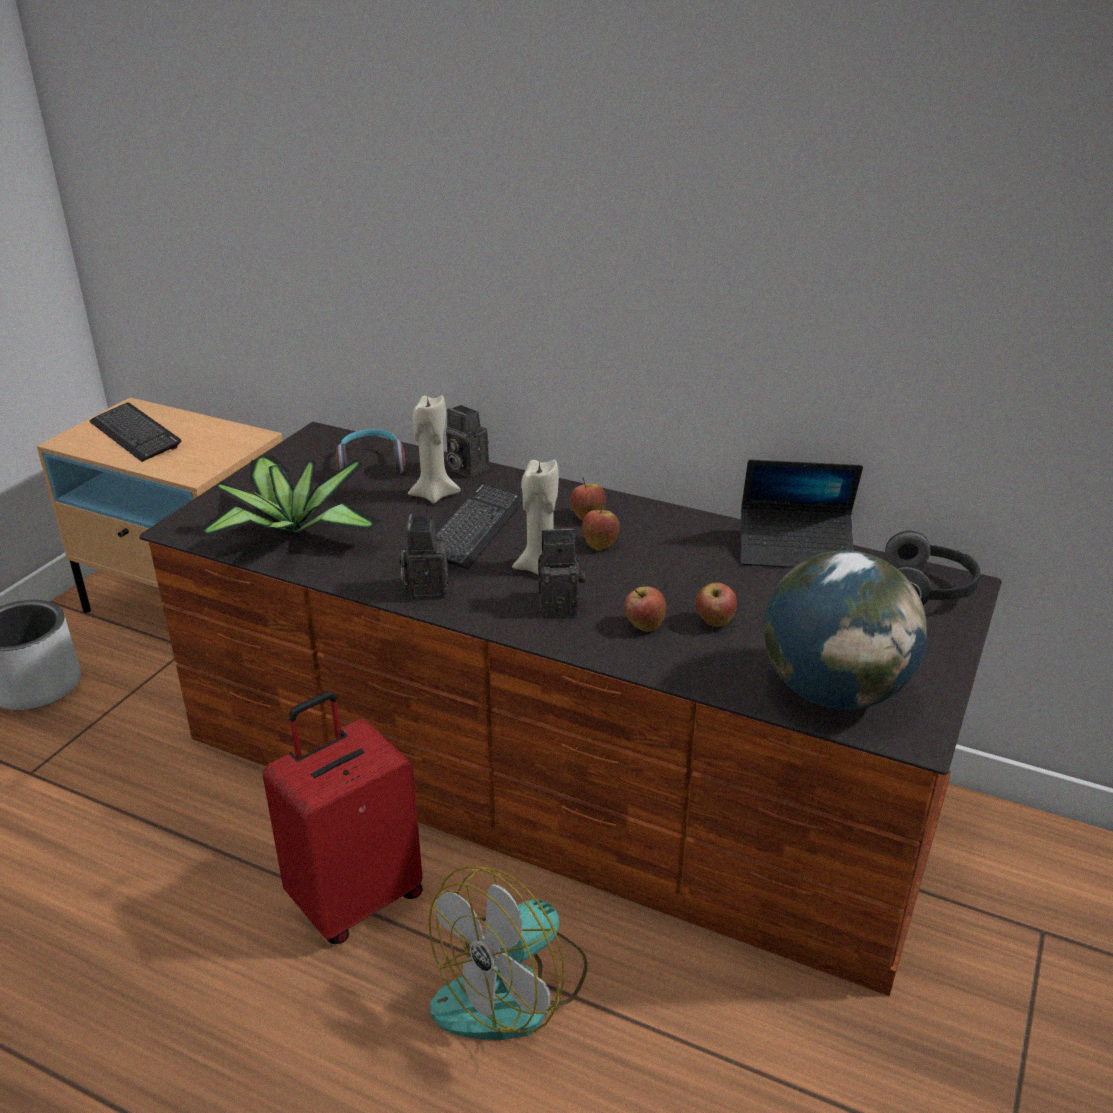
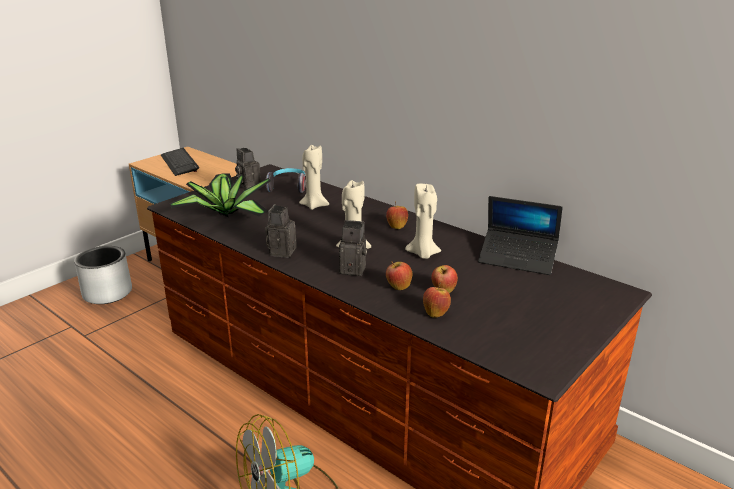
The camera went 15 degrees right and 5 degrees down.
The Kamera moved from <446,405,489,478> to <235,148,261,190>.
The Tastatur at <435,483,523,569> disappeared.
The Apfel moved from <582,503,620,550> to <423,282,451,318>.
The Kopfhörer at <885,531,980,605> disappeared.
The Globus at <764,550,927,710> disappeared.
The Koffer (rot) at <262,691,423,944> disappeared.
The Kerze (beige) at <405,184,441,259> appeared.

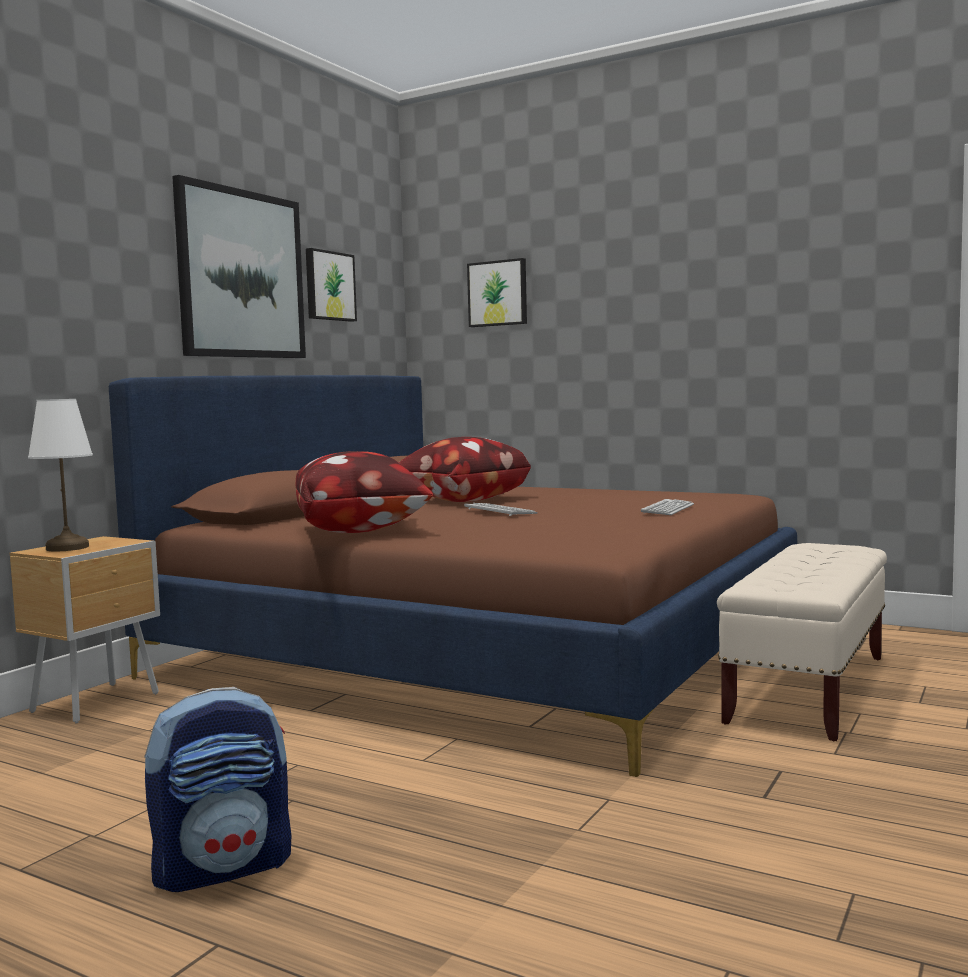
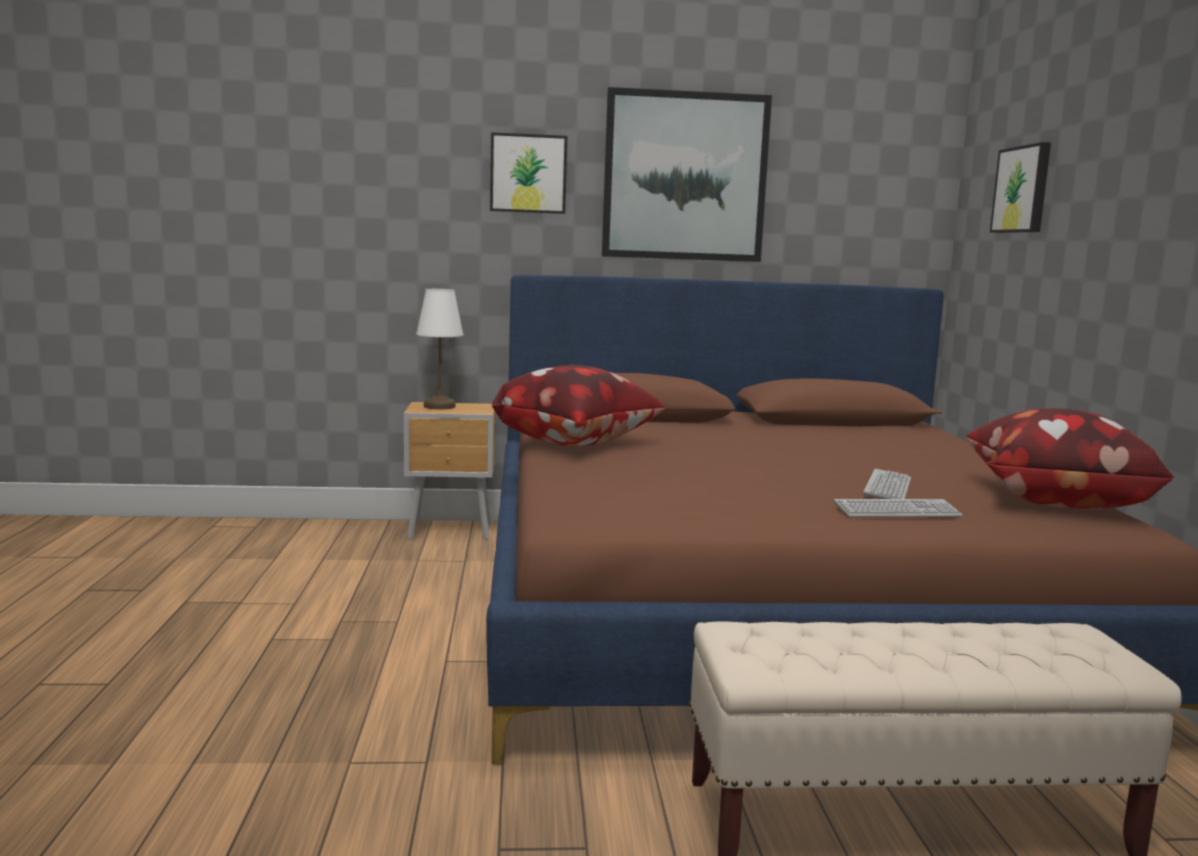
The camera went 55 degrees right and 5 degrees up.
The Bild moved from <306,248,357,322> to <490,132,567,214>.
The Kissen moved from <398,437,531,502> to <966,408,1174,509>.
The Tastatur moved from <464,503,538,516> to <863,469,911,499>.
The Rucksack at <144,687,291,892> disappeared.

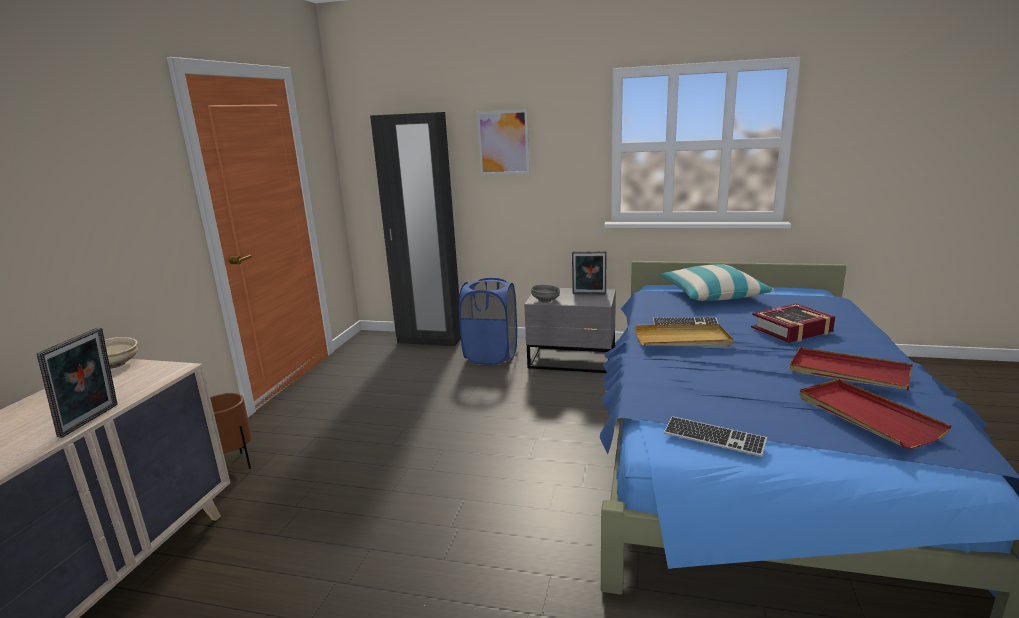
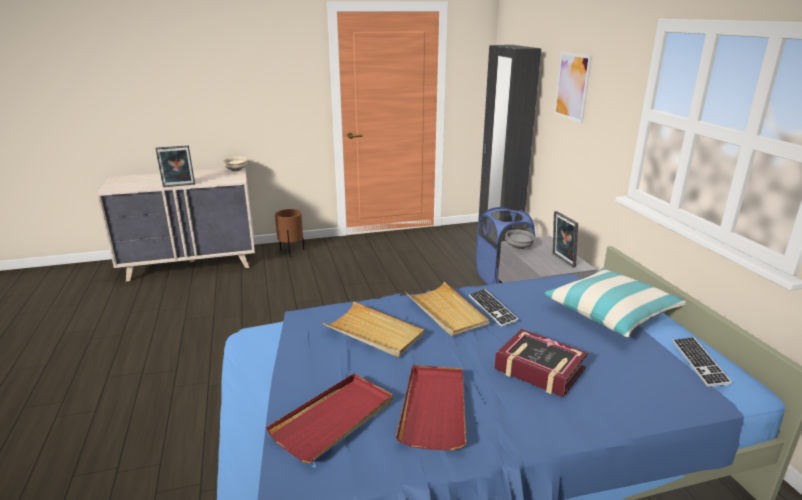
The camera went 60 degrees right and 5 degrees up.
The Tastatur moved from <664,416,767,457> to <672,337,732,387>.
The Tablett (beige) at <322,302,424,357> appeared.

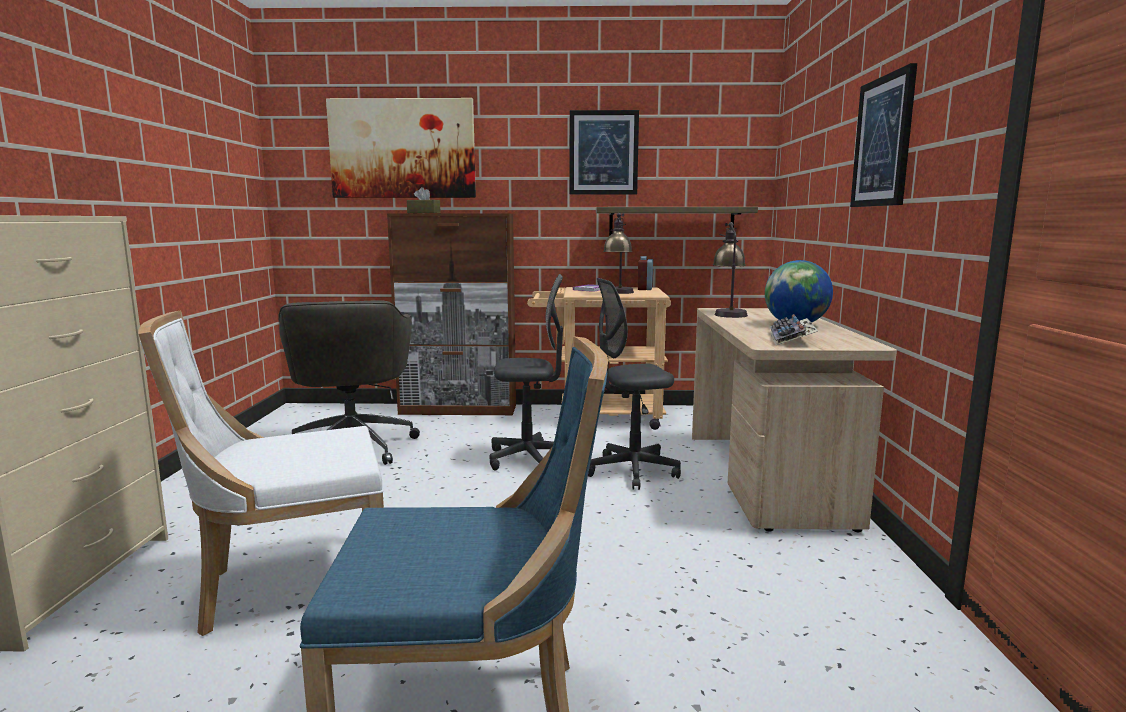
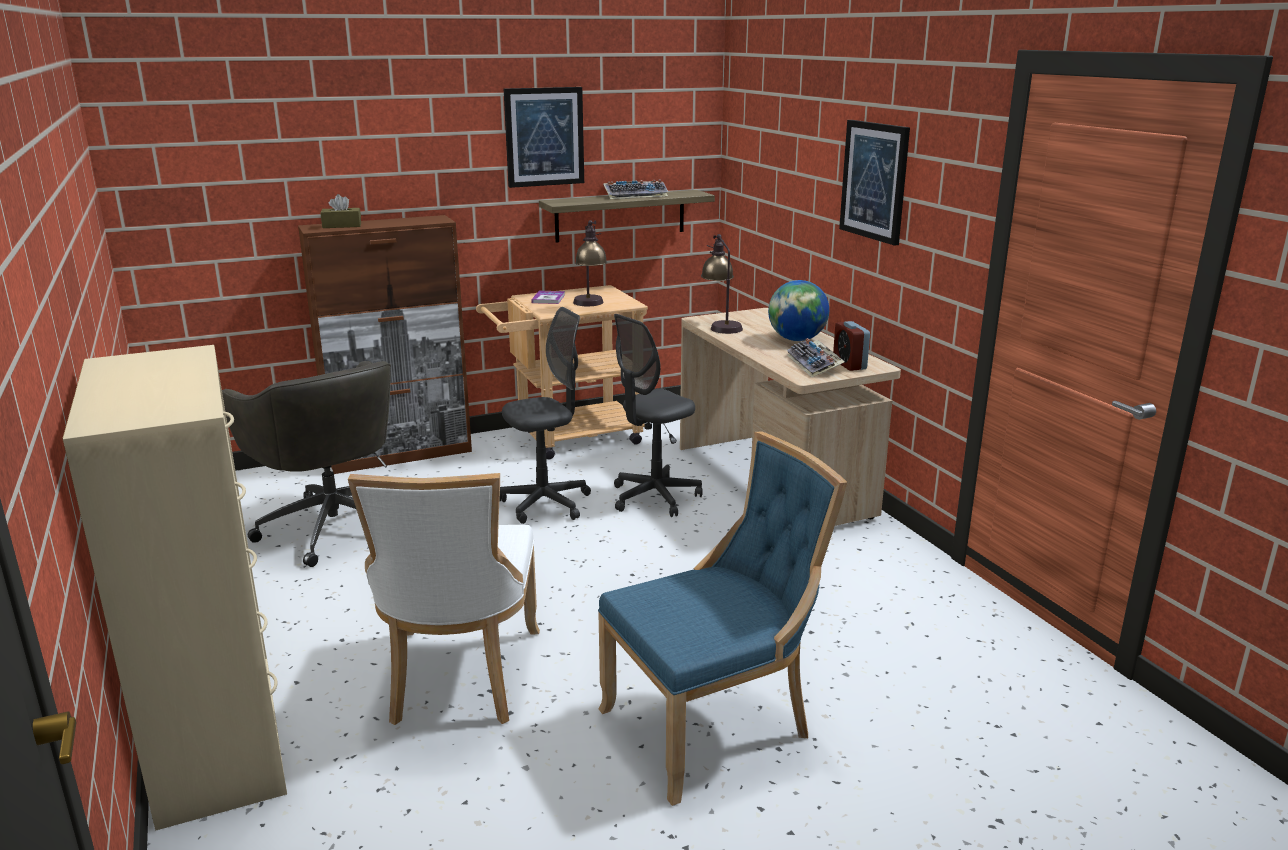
The camera went 25 degrees left and 10 degrees up.
The Bild at <326,98,476,198> disappeared.
The Wecker moved from <638,256,653,290> to <833,321,870,371>.
The Stuhl (weiß) at <138,311,384,636> turned 45 degrees counterclockwise.
The Tastatur at <603,180,669,199> appeared.

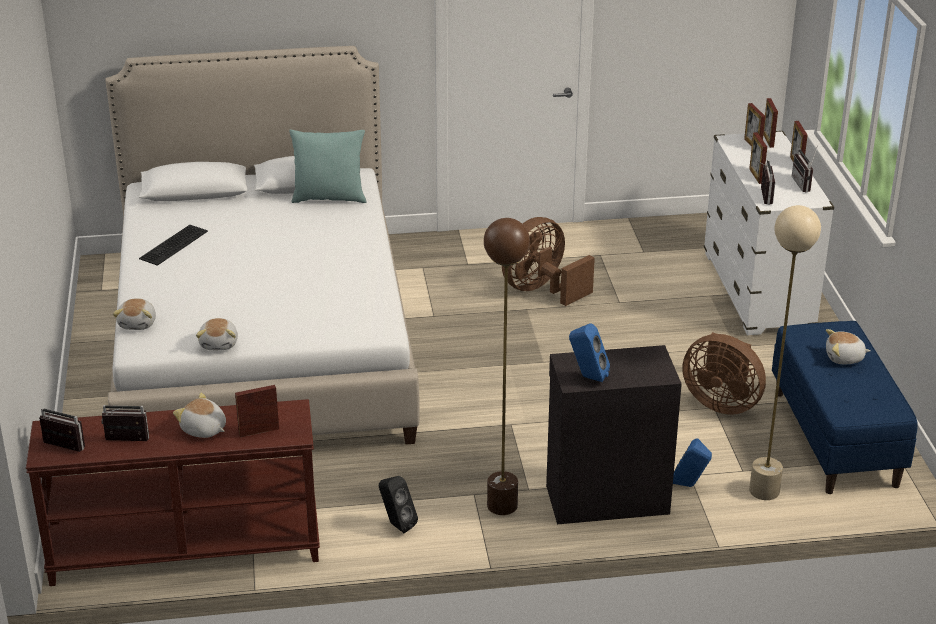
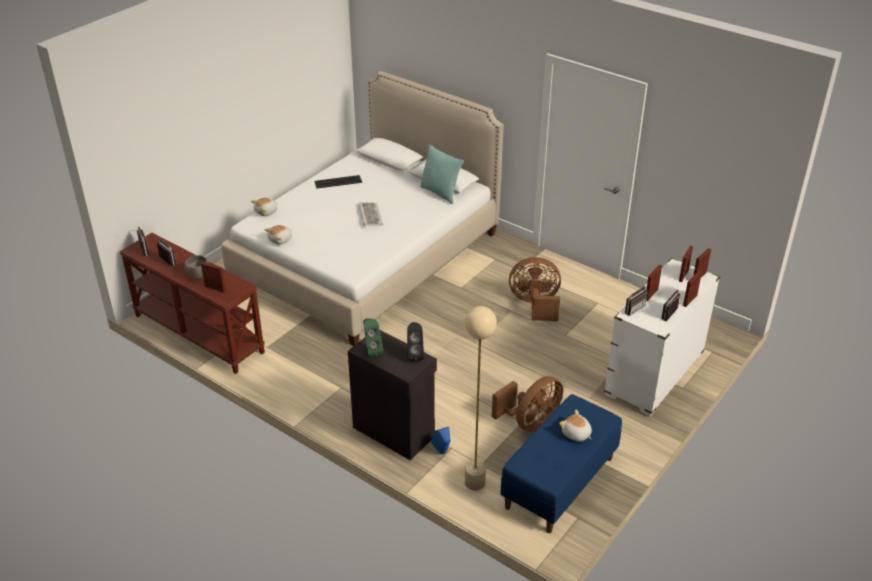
The camera went 45 degrees right and 5 degrees up.
The Stehlampe (braun) at <484,218,530,515> disappeared.
The Lautsprecher (blau) at <569,323,610,382> became the Lautsprecher (grün) at <363,318,383,357>.
The Ventilator (braun) at <682,332,766,415> turned 120 degrees counterclockwise.
The Plüschtier at <173,393,226,438> was replaced by the Schüssel (grau) at <185,255,209,279>.
The Lautsprecher (schwarz) moved from <379,476,418,533> to <407,322,424,361>.
The Tastatur at <358,202,383,226> appeared.

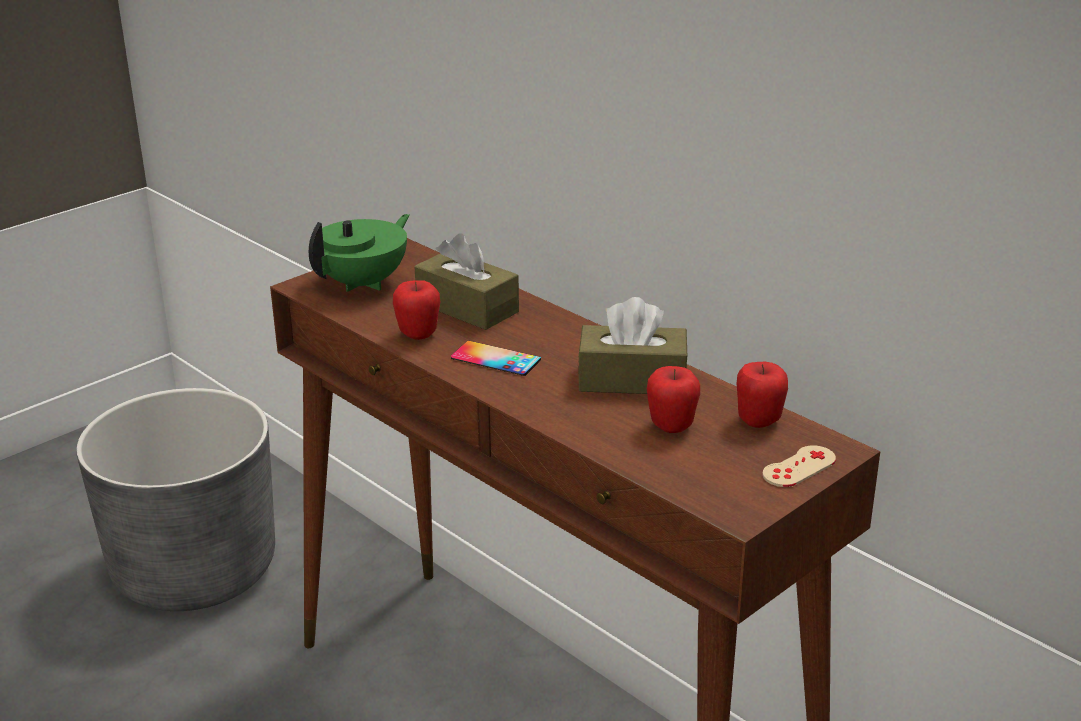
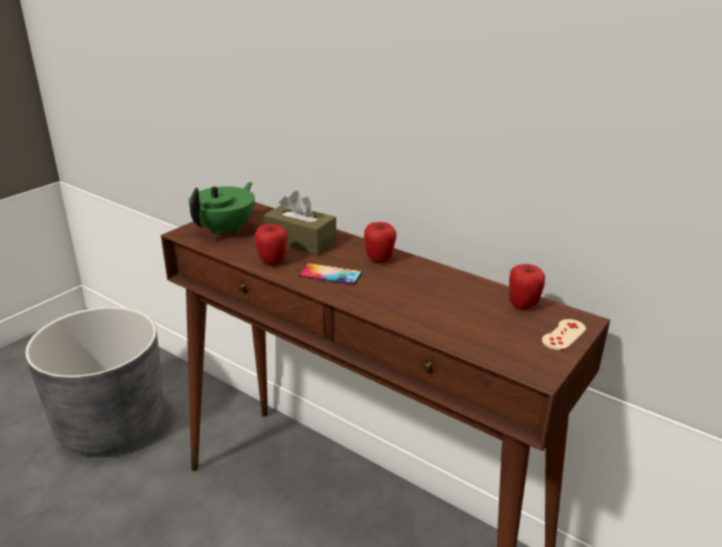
The camera went 10 degrees left and 0 degrees up.
The Taschentuchbox (braun) at <578,297,688,394> disappeared.
The Apfel moved from <647,366,700,433> to <364,222,396,262>.

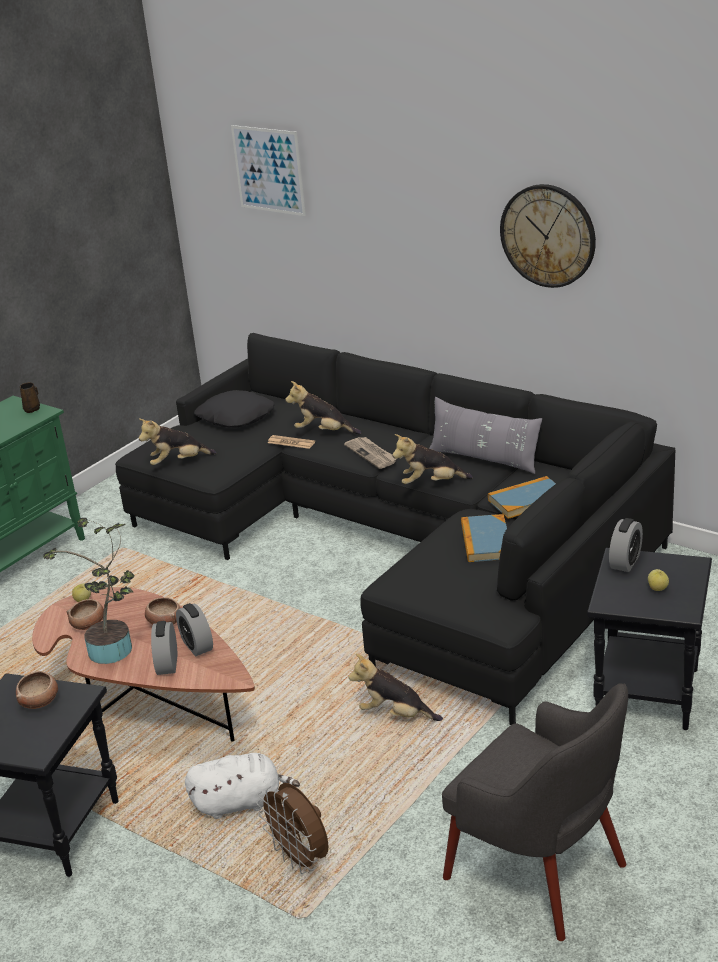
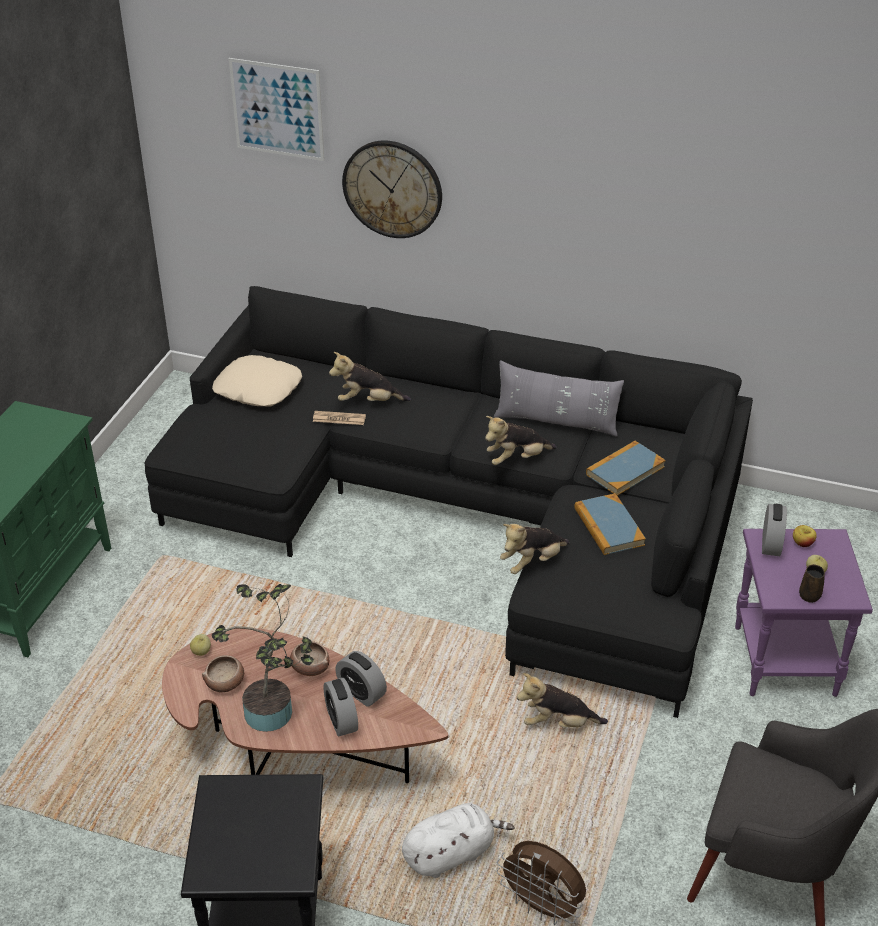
The camera went 20 degrees left and 10 degrees up.
The Wanduhr moved from <500,184,596,288> to <342,140,442,238>.
The Henkelbecher (braun) moved from <20,382,40,413> to <799,564,825,603>.
The Kissen (schwarz) at <194,390,275,428> became the Kissen (beige) at <212,355,302,407>.
The Plüschtier moved from <139,419,217,465> to <500,524,569,574>.
The Zeitung at <344,437,397,469> disappeared.
The Beistelltisch (schwarz) at <587,548,712,730> became the Beistelltisch (lila) at <735,529,873,697>.
The Schüssel at <16,671,58,709> disappeared.
The Apfel at <793,525,817,547> appeared.

